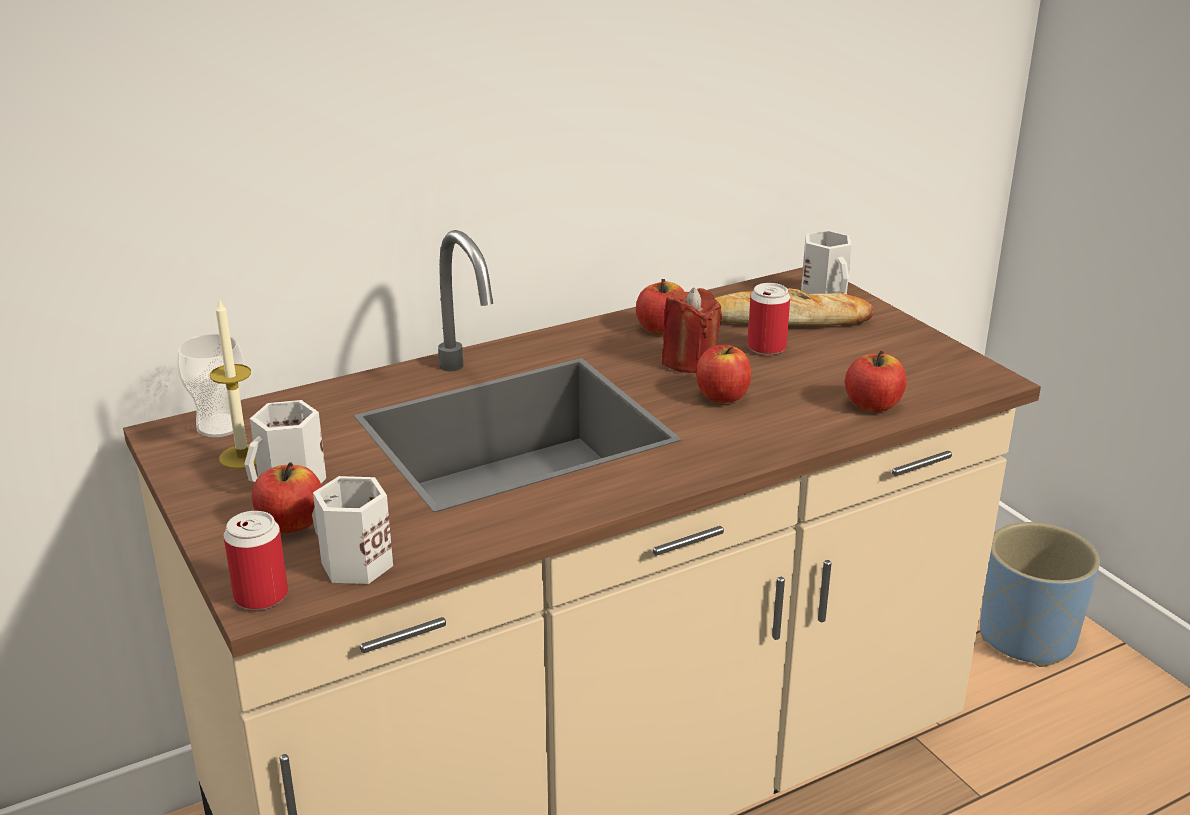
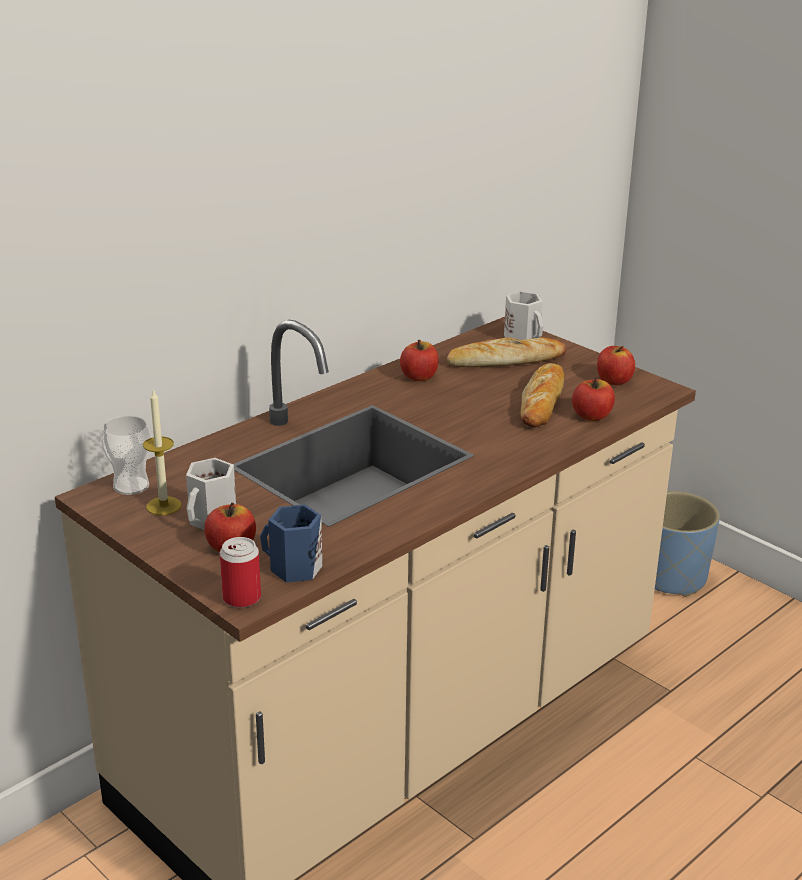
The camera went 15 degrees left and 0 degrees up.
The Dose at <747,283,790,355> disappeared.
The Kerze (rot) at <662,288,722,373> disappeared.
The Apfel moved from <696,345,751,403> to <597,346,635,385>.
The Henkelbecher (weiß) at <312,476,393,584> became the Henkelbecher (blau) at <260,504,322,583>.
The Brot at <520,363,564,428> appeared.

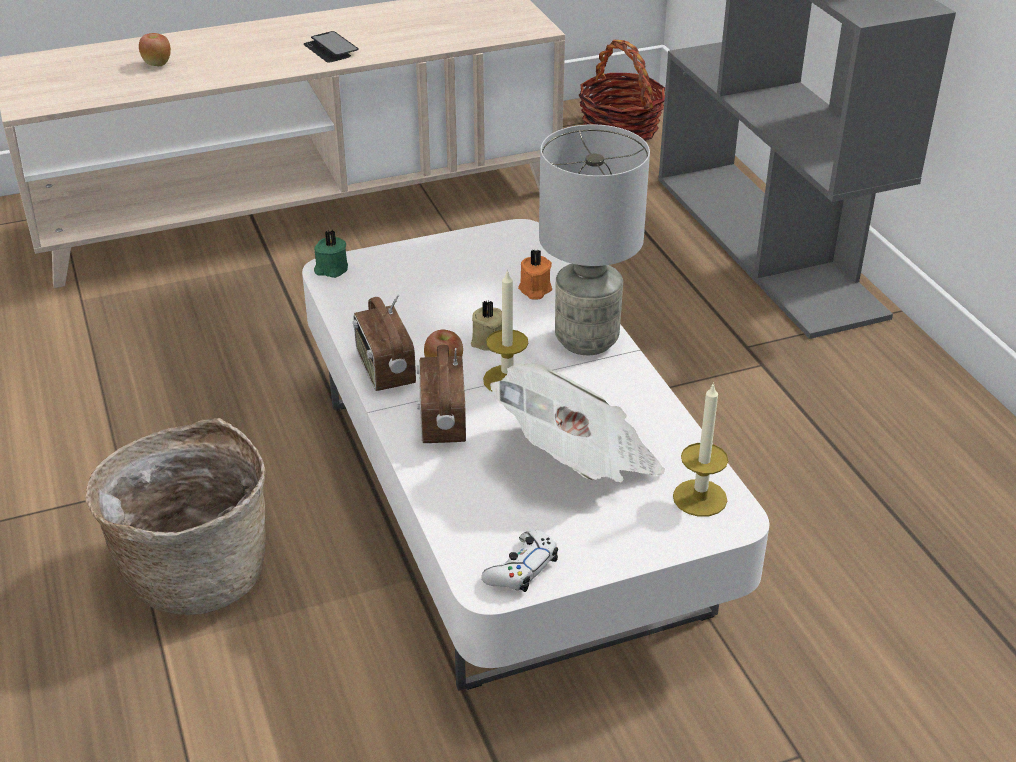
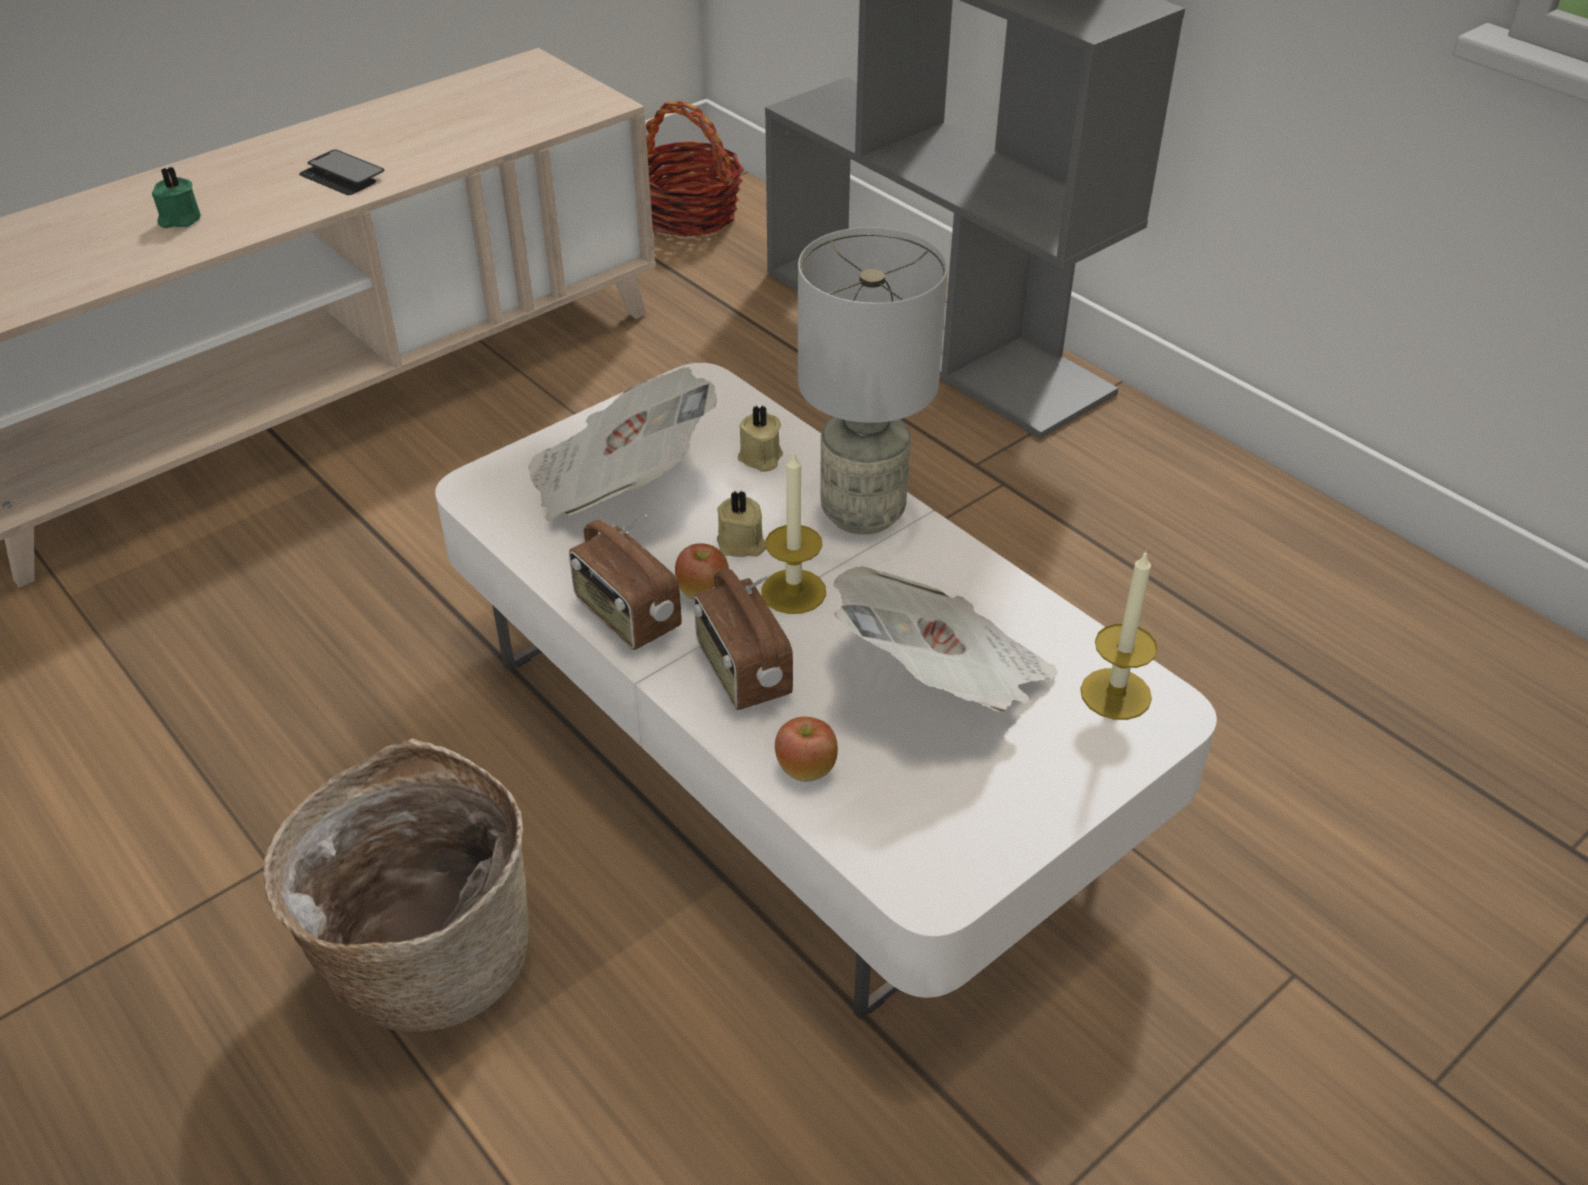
The camera went 20 degrees left and 5 degrees up.
The Apfel moved from <139,33,171,66> to <775,717,838,782>.
The Kerze (grün) moved from <314,230,348,278> to <152,167,201,228>.
The Kerze (orange) at <518,249,552,300> became the Kerze (beige) at <738,405,783,472>.
The Gamepad (weiß) at <482,530,558,592> disappeared.
The Zeitung at <528,367,717,521> appeared.

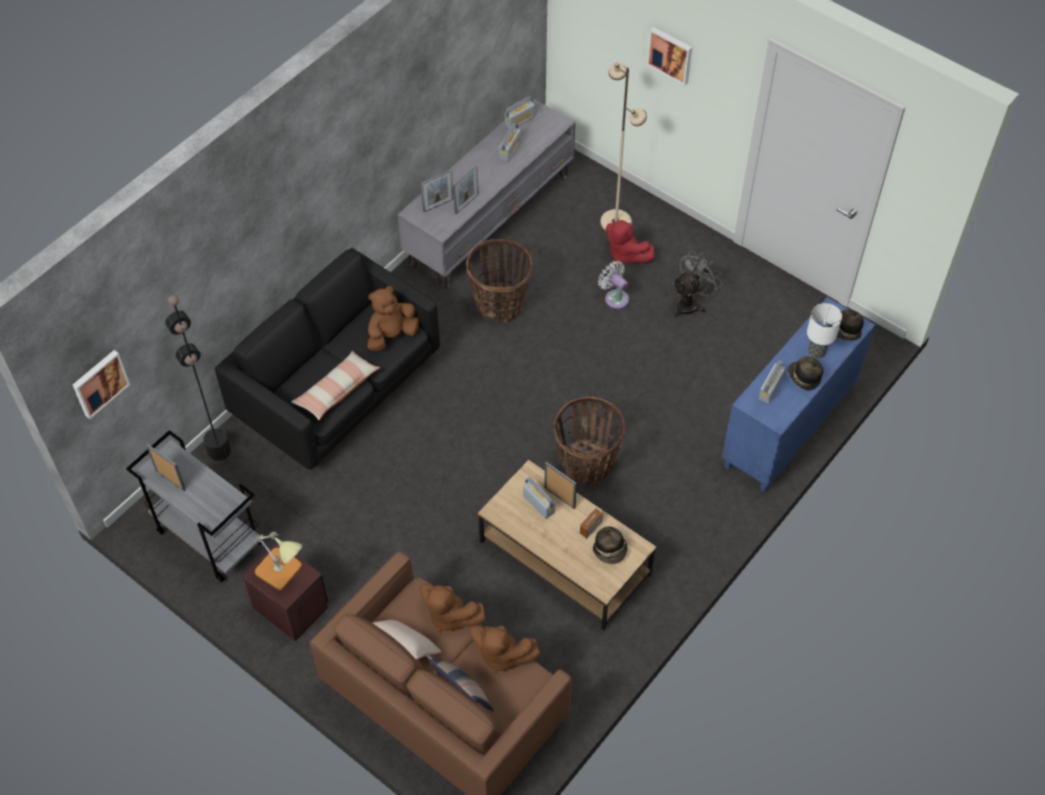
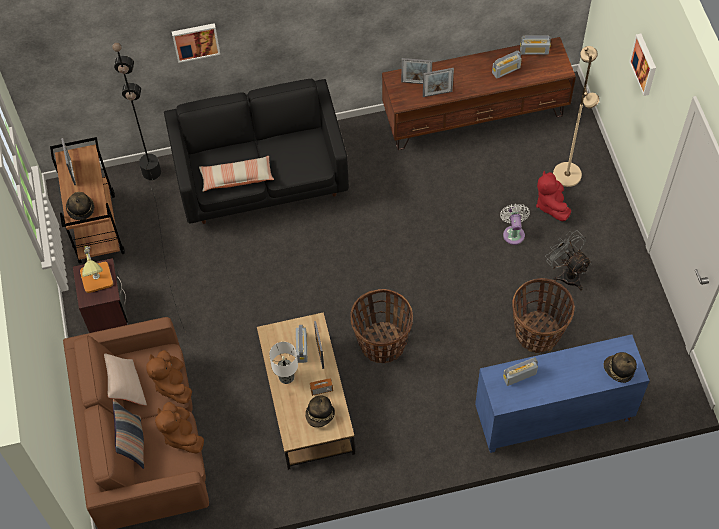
The camera went 40 degrees right and 5 degrees up.
The Fernsehschrank (grau) at <398,99,575,289> became the Fernsehschrank (braun) at <382,37,576,150>.
The Korb moved from <467,239,532,322> to <512,278,575,353>.
The Ventilator (grau) at <673,251,723,318> turned 120 degrees counterclockwise.
The Plüschtier (braun) at <367,286,419,351> disappeared.
The Tischlampe moved from <807,303,842,359> to <269,342,298,384>.
The Bild moved from <73,350,130,419> to <172,23,220,63>.
The Hut moved from <788,356,823,390> to <66,192,94,220>.
The Rollwagen (grau) at <126,430,262,582> became the Rollwagen (braun) at <50,137,125,263>.

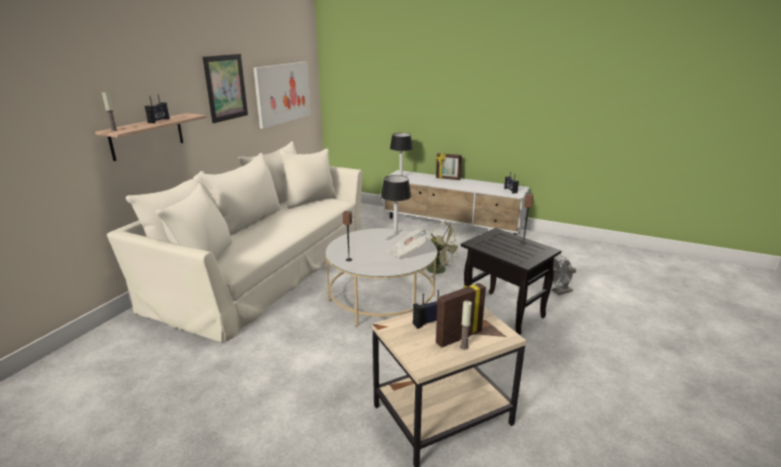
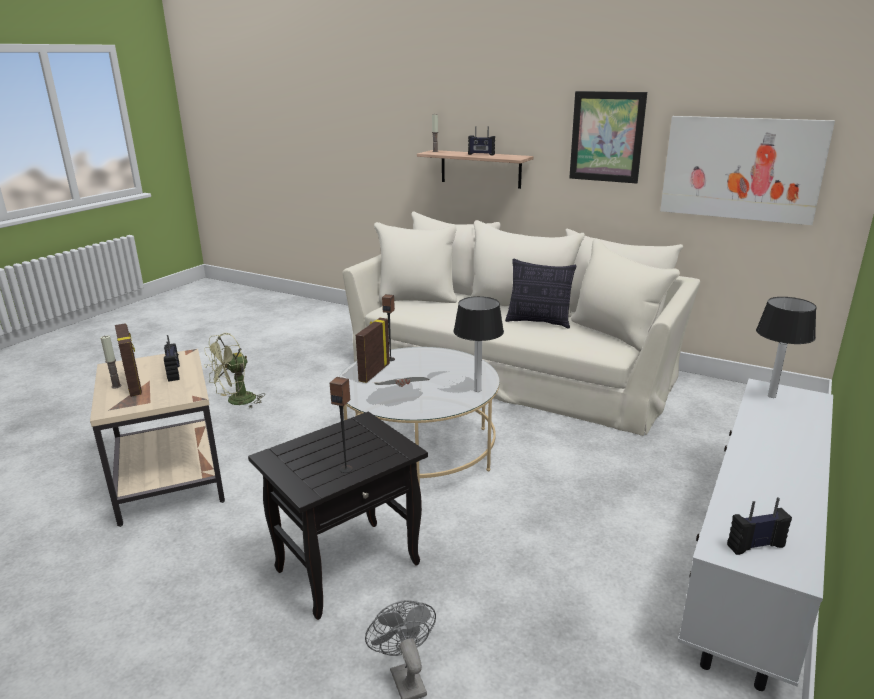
The camera went 95 degrees right and 0 degrees up.
The Bilderrahmen moved from <436,153,462,180> to <356,318,390,383>.
The Ventilator (grün) moved from <427,222,460,278> to <204,333,265,408>.
The Kissen at <505,259,577,329> appeared.

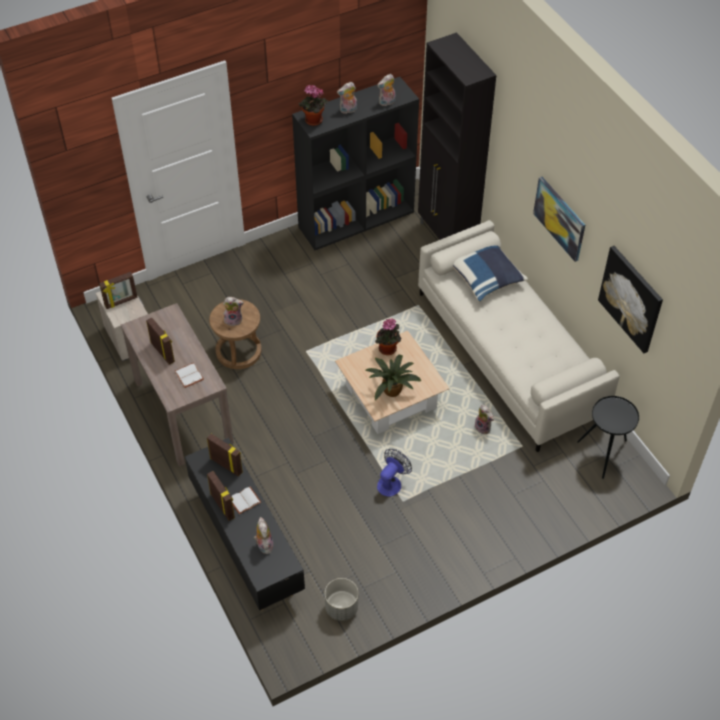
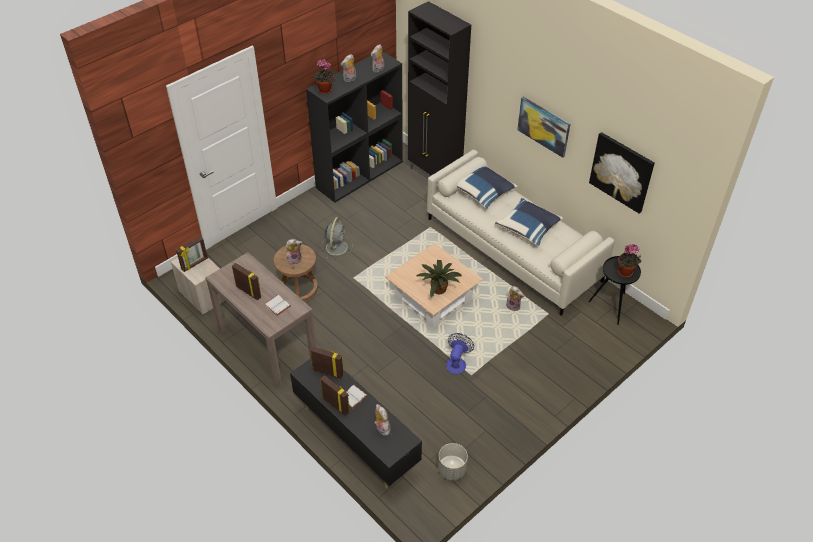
The camera went 15 degrees left and 5 degrees down.
The Topfpflanze moved from <375,318,401,355> to <617,244,641,278>.
The Kissen (blau) at <495,198,563,246> appeared.
The Ventilator (grau) at <322,217,352,259> appeared.

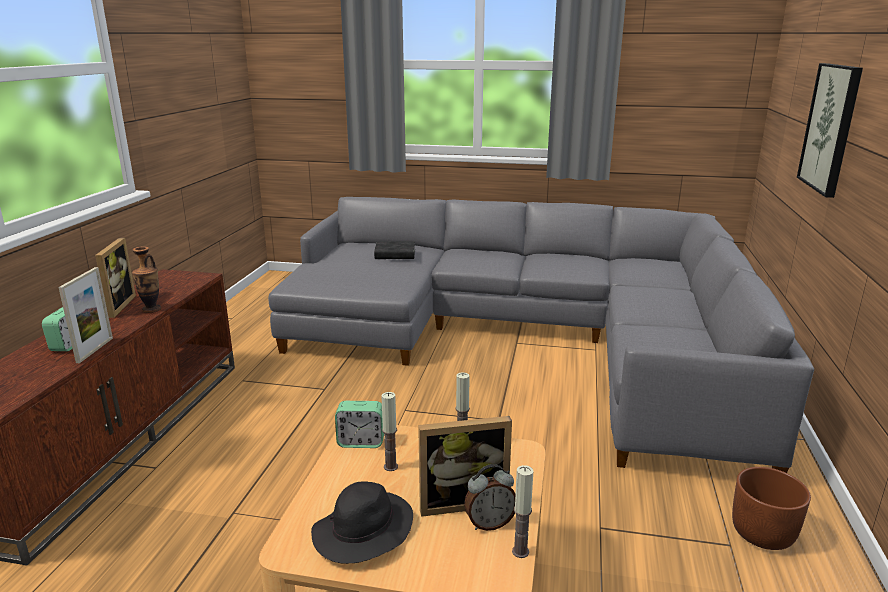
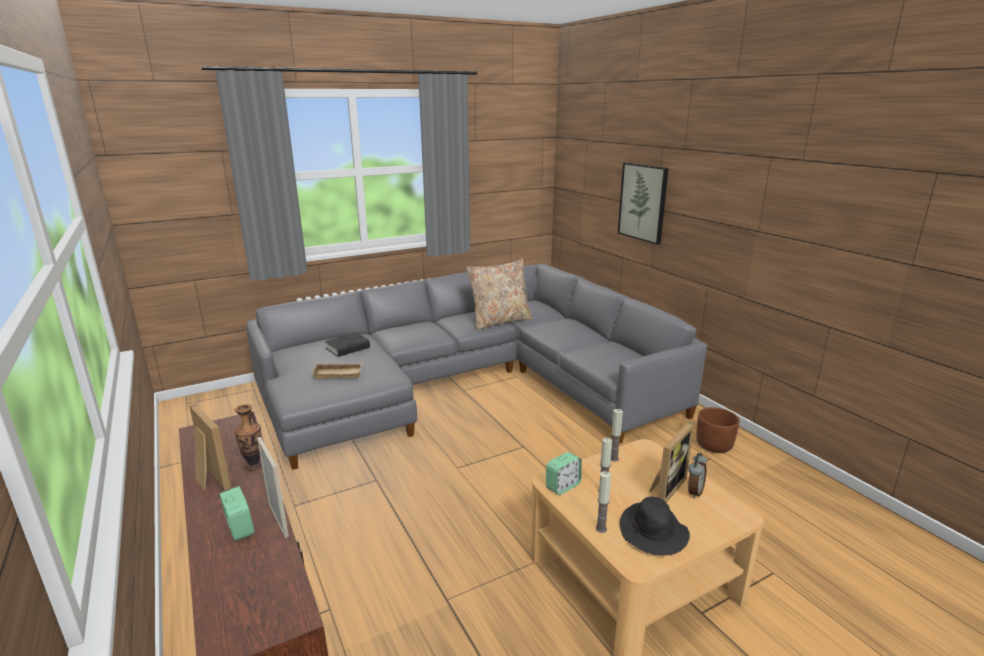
The camera went 40 degrees left and 0 degrees up.
The Kerze moved from <512,465,533,558> to <596,471,611,533>.
The Kissen (beige) at <466,259,533,330> appeared.
The Tablett (beige) at <312,363,363,379> appeared.

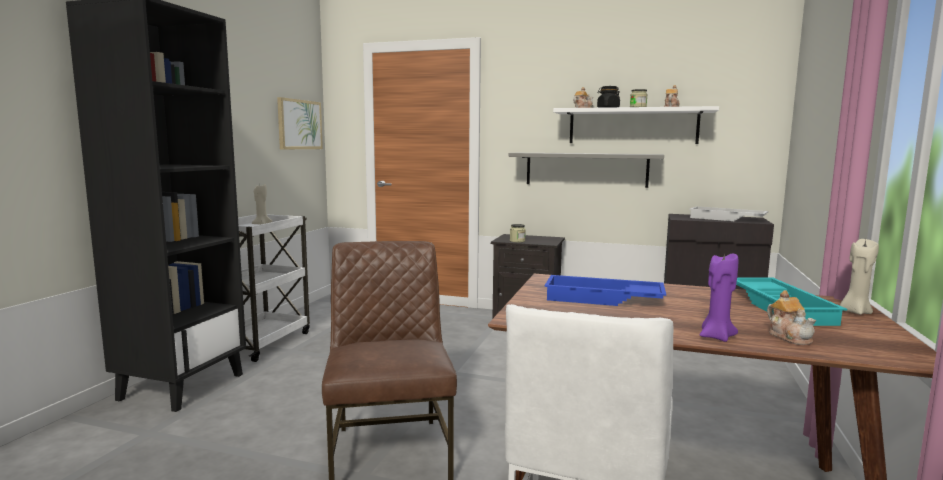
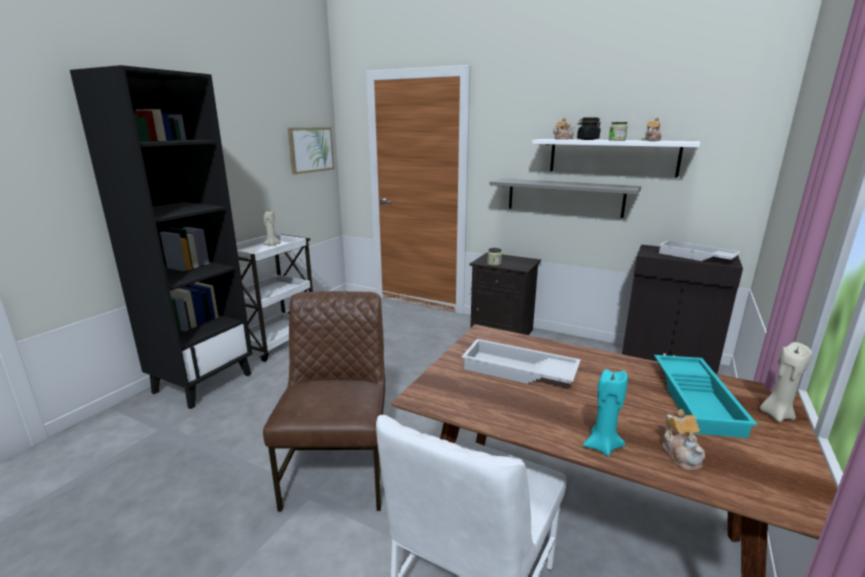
The camera went 10 degrees right and 10 degrees up.
The Kerze (lila) at <700,252,738,342> became the Kerze (türkis) at <583,369,628,456>.
The Tablett (blau) at <544,275,666,306> became the Tablett (weiß) at <461,339,581,384>.

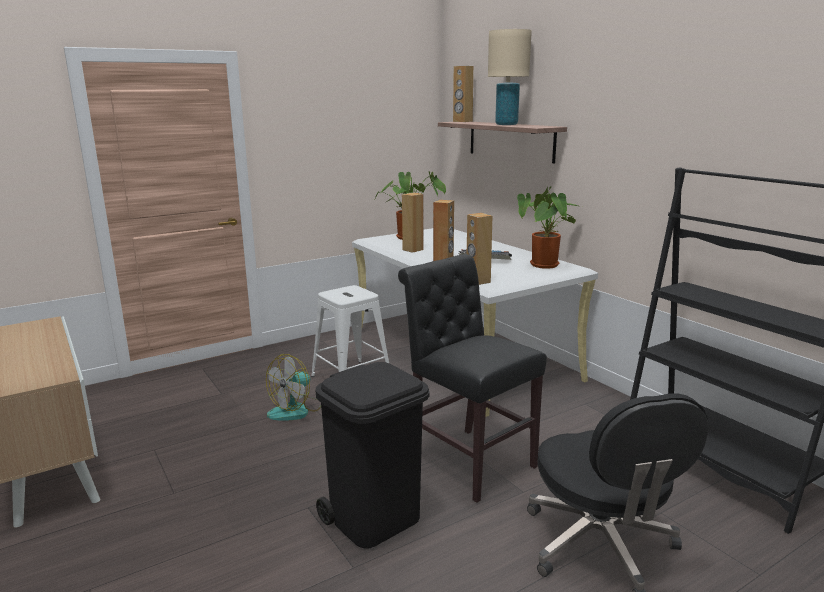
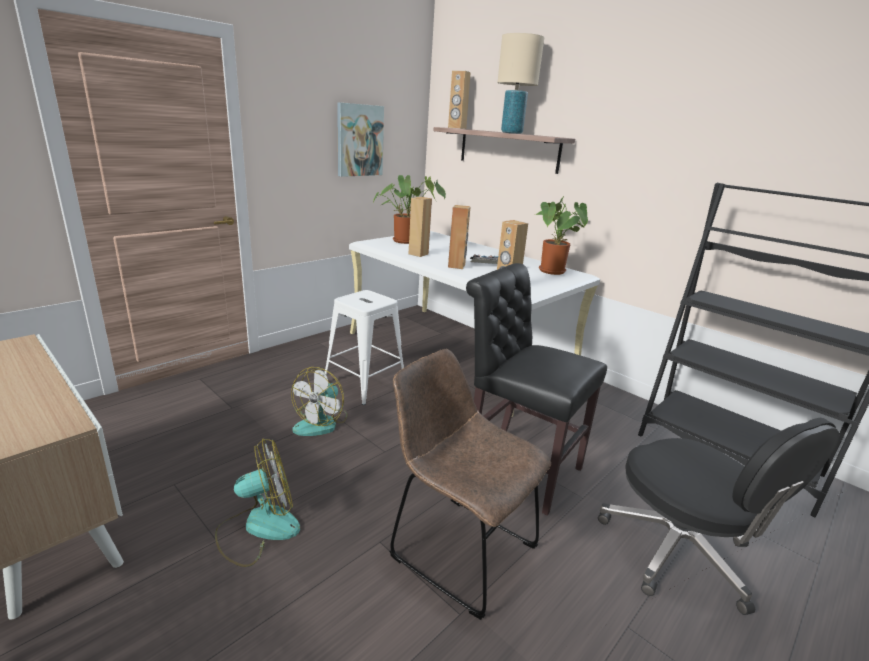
The camera went 15 degrees left and 5 degrees up.
The Mülleimer (schwarz) at <315,362,430,549> was replaced by the Stuhl (braun) at <389,349,551,620>.
The Bild at <337,102,384,177> appeared.
The Ventilator at <215,439,300,567> appeared.

